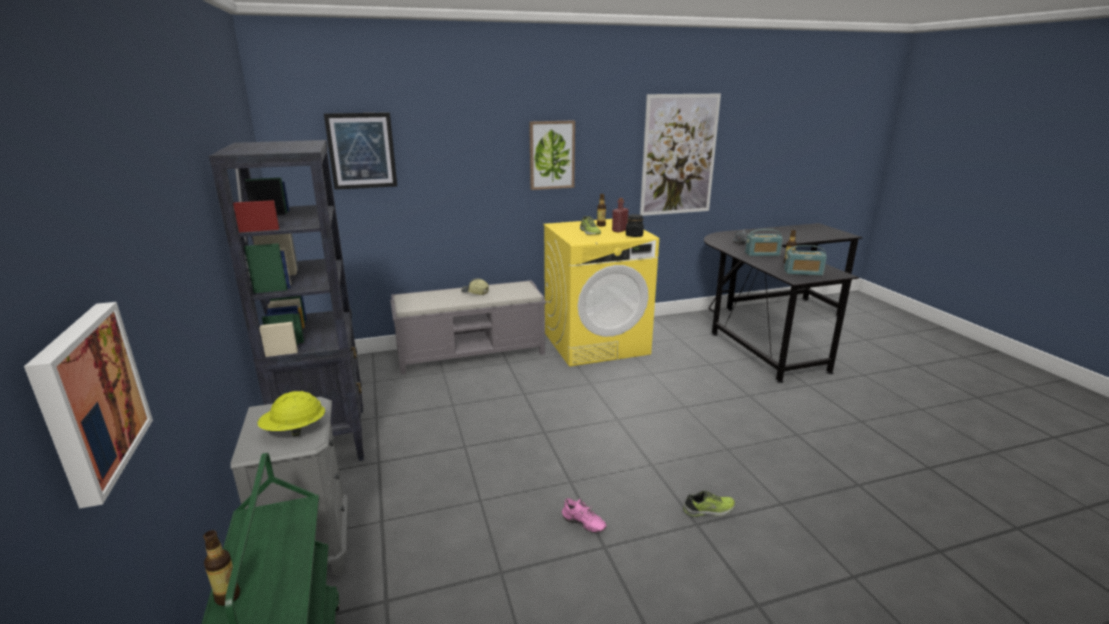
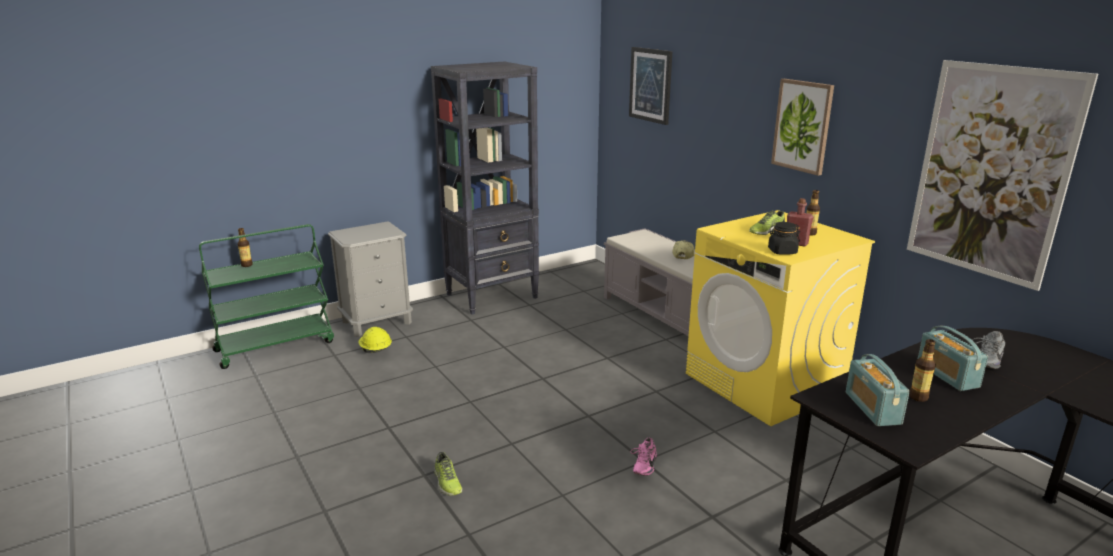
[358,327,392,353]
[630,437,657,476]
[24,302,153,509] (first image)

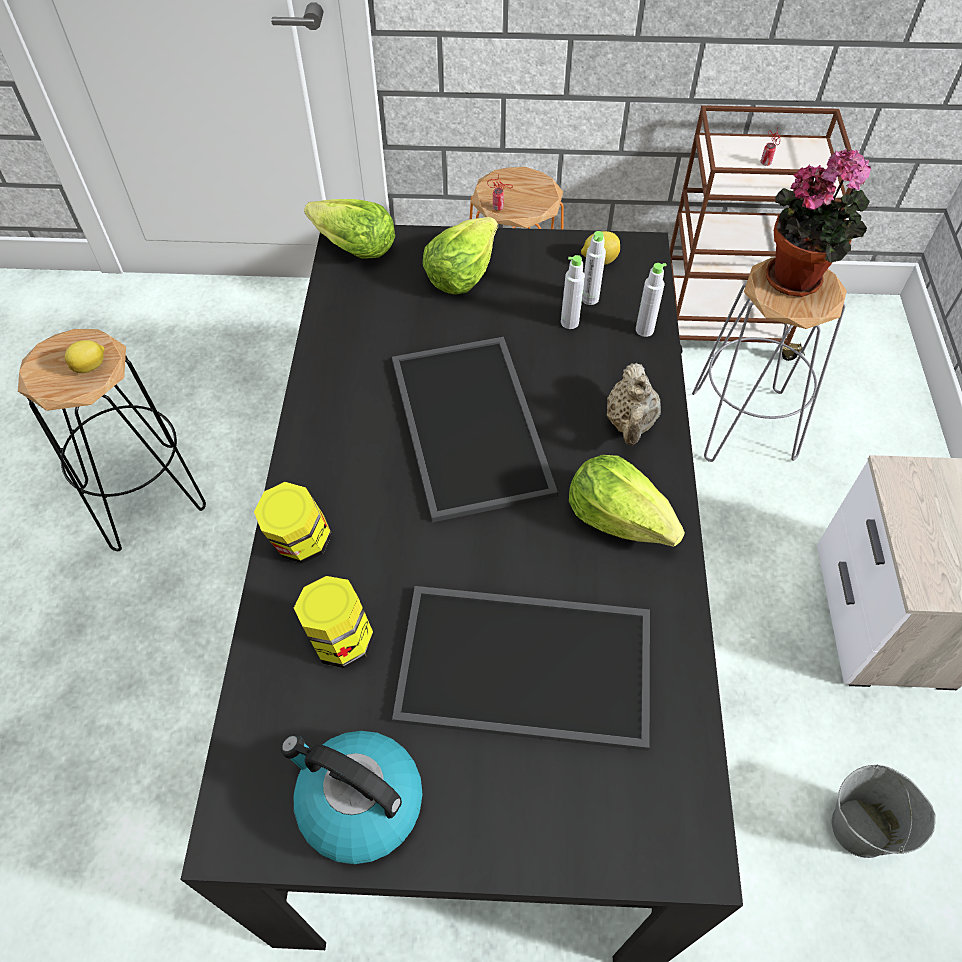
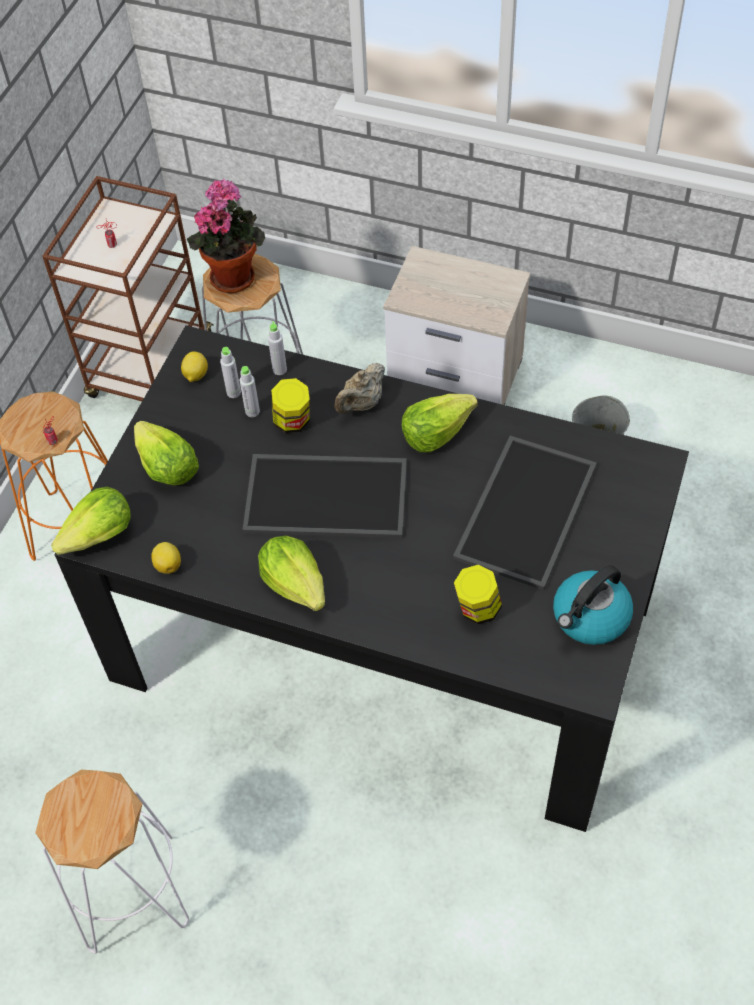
[35,770,189,954]
[151,542,181,574]
[258,535,325,611]
[271,378,310,433]
[335,363,385,414]

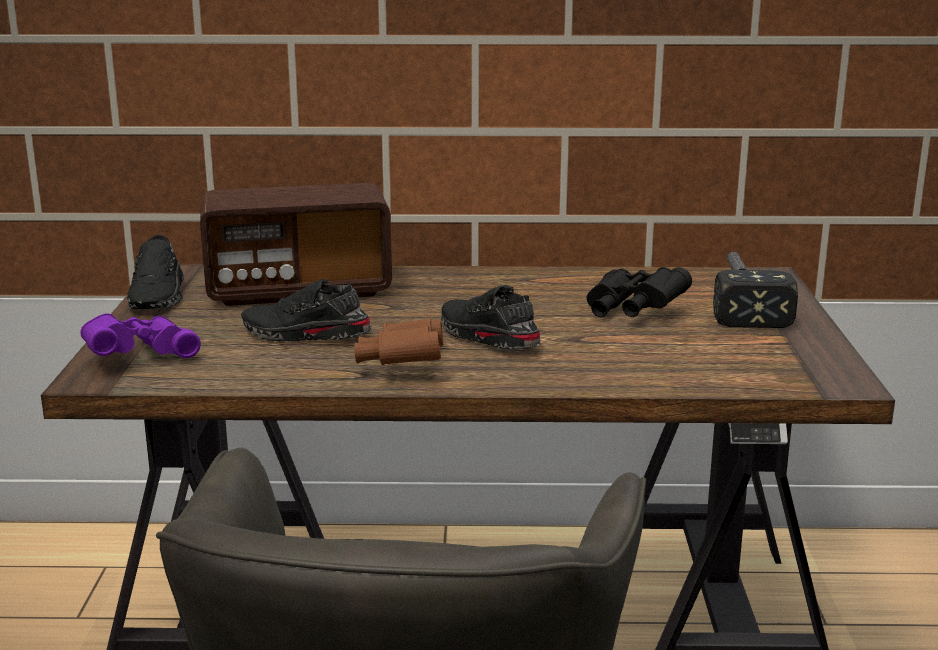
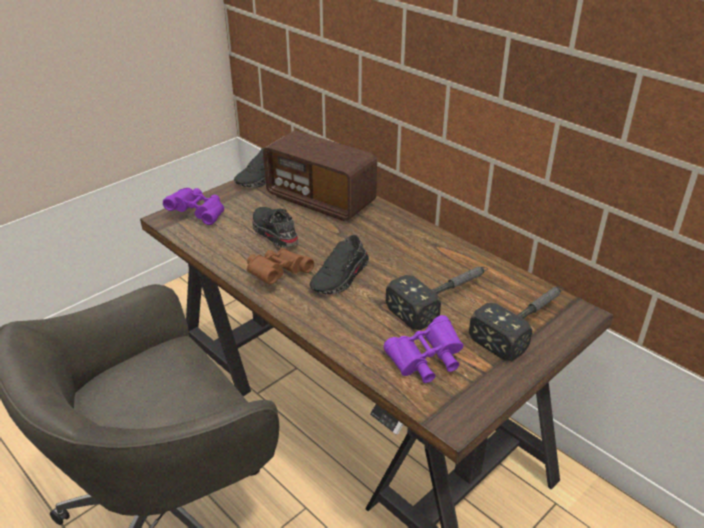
[310,235,369,294]
[383,315,463,383]
[386,267,488,330]

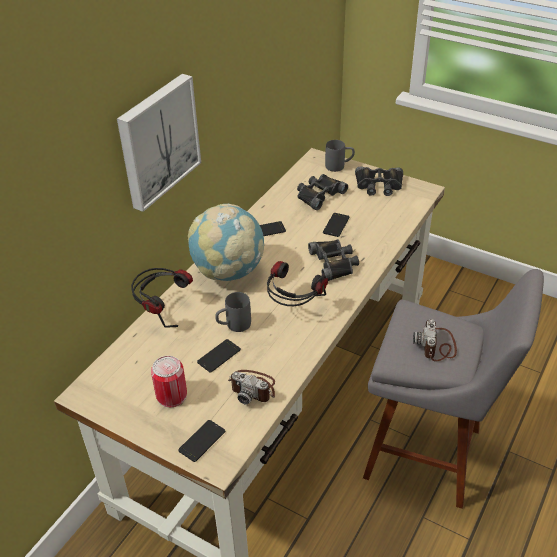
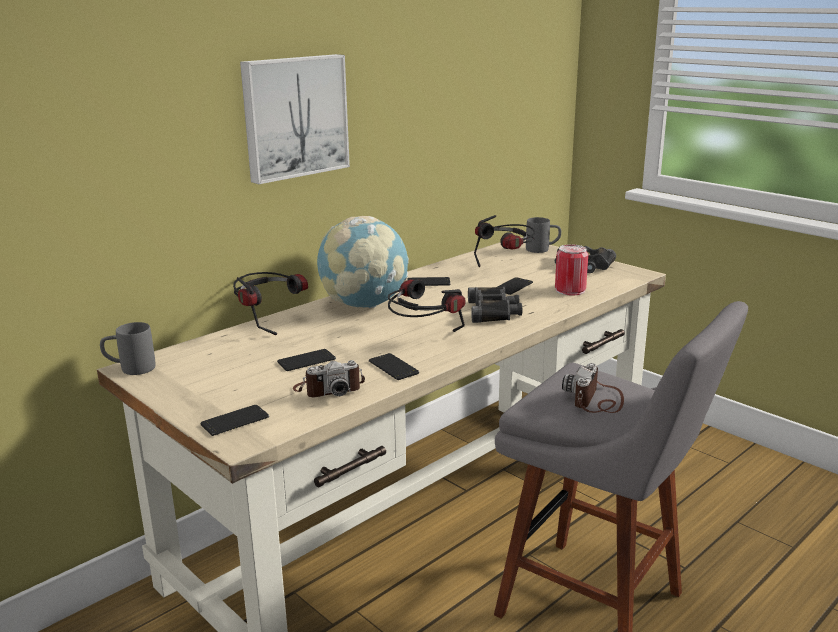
[100,322,156,375]
[293,360,365,397]
[369,353,419,380]
[474,215,535,267]
[555,244,588,295]

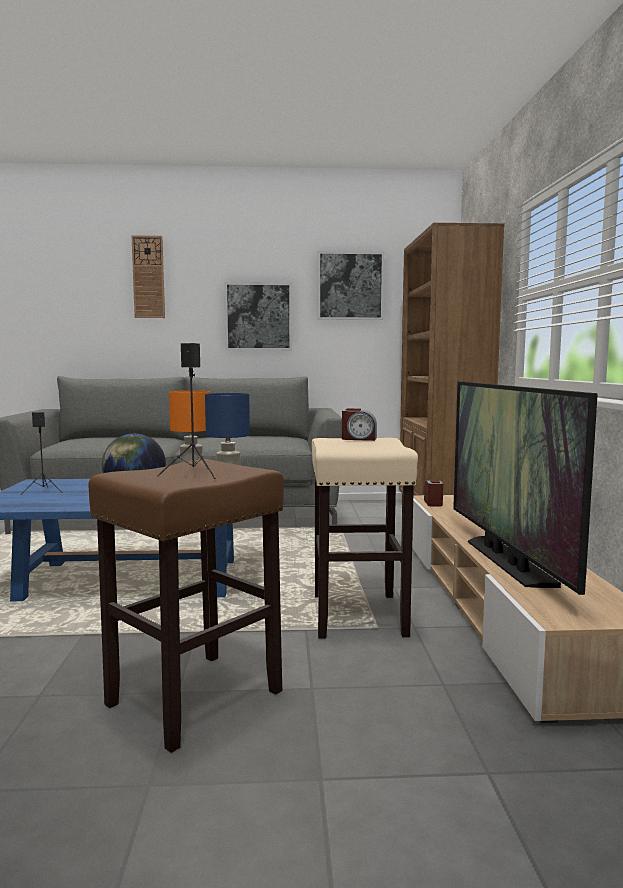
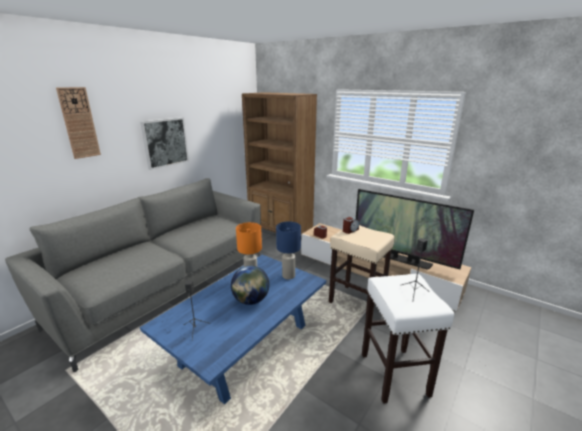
[362,274,454,404]
[317,251,385,320] (first image)

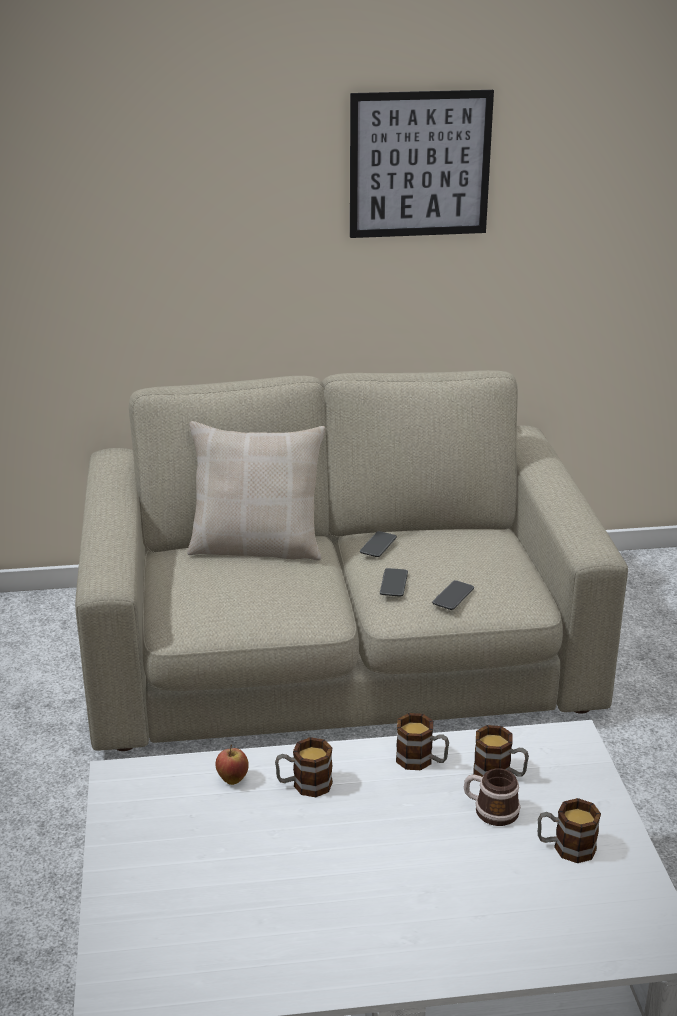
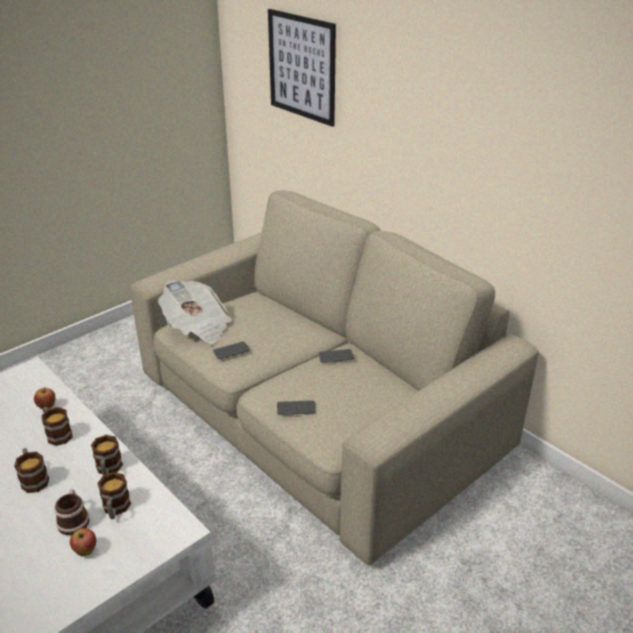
[14,448,49,493]
[70,528,96,556]
[158,280,232,344]
[213,342,250,359]
[268,9,336,127]
[187,421,326,561] (first image)

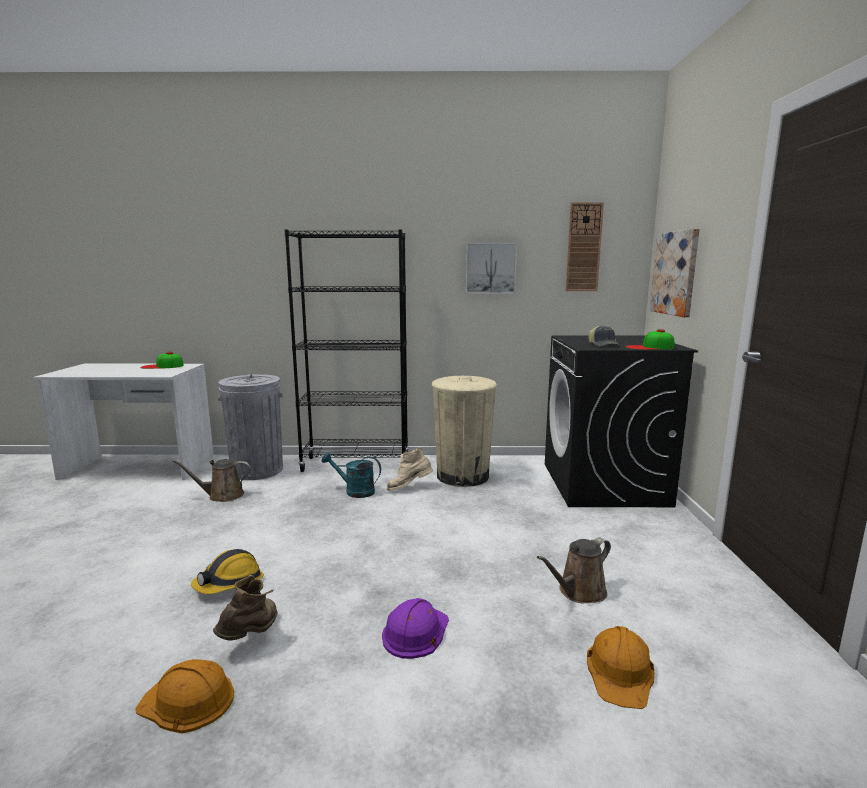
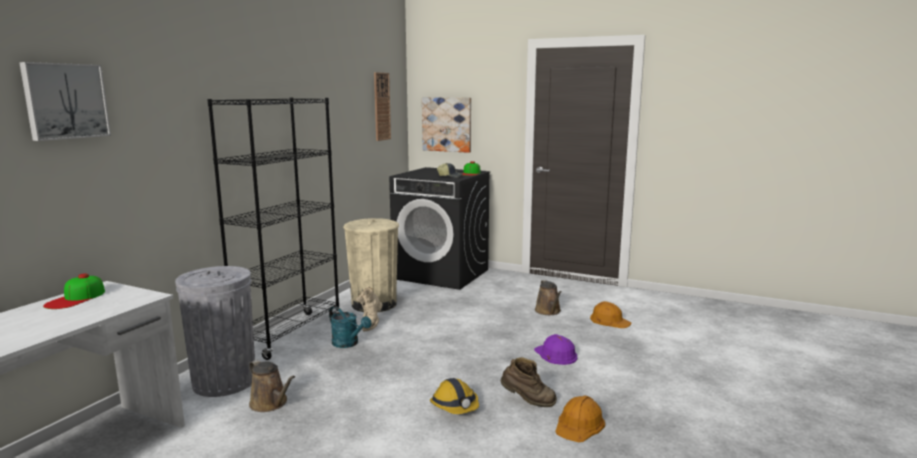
[19,62,111,141]
[249,359,295,412]
[329,306,371,348]
[501,357,557,407]

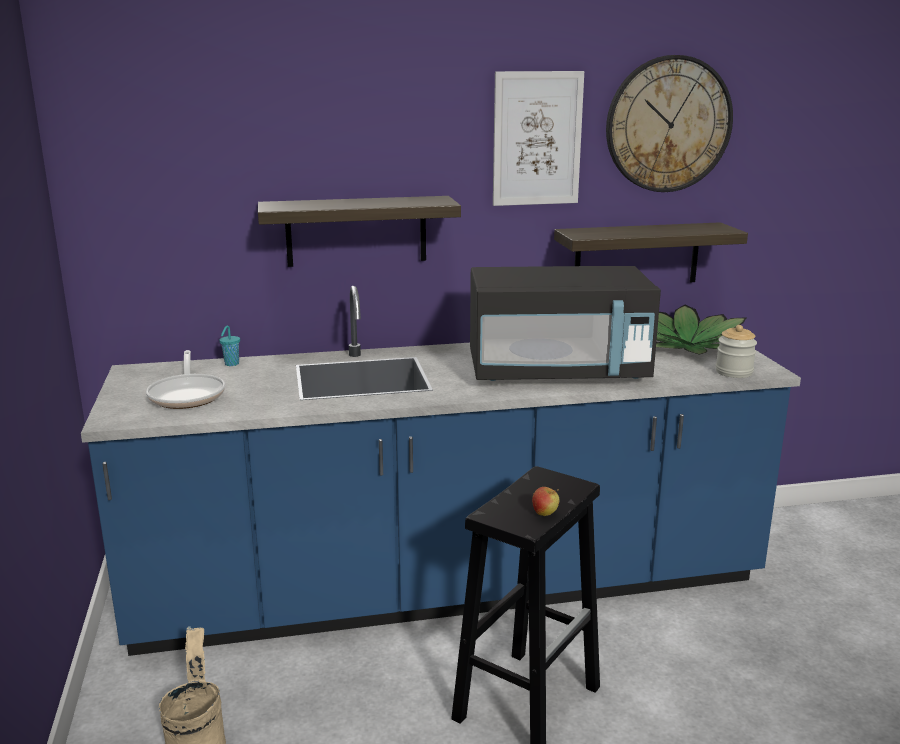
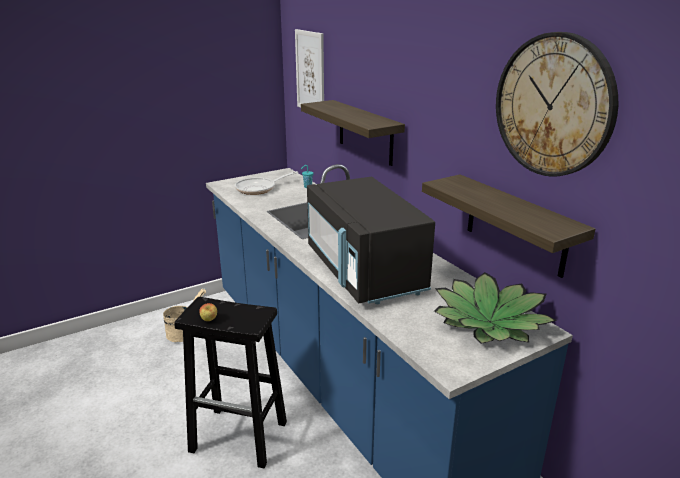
[295,29,324,108]
[716,325,757,378] (first image)

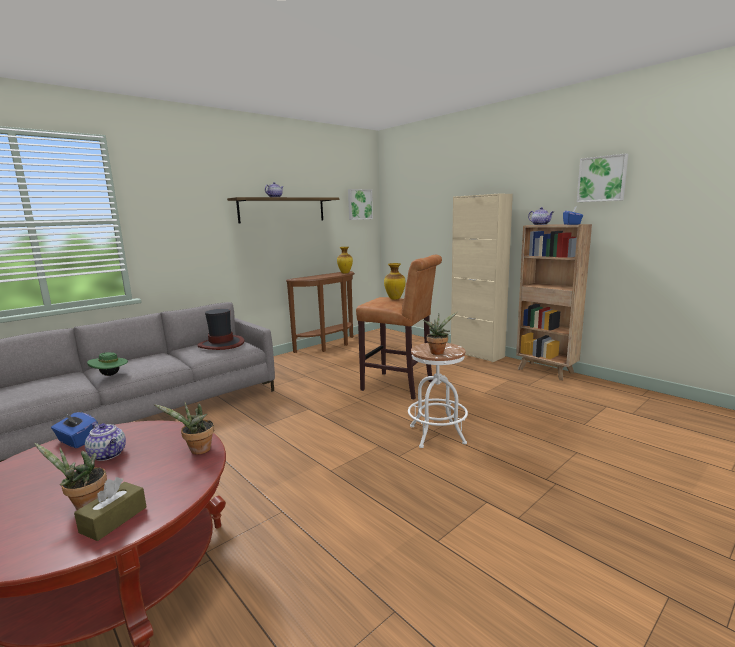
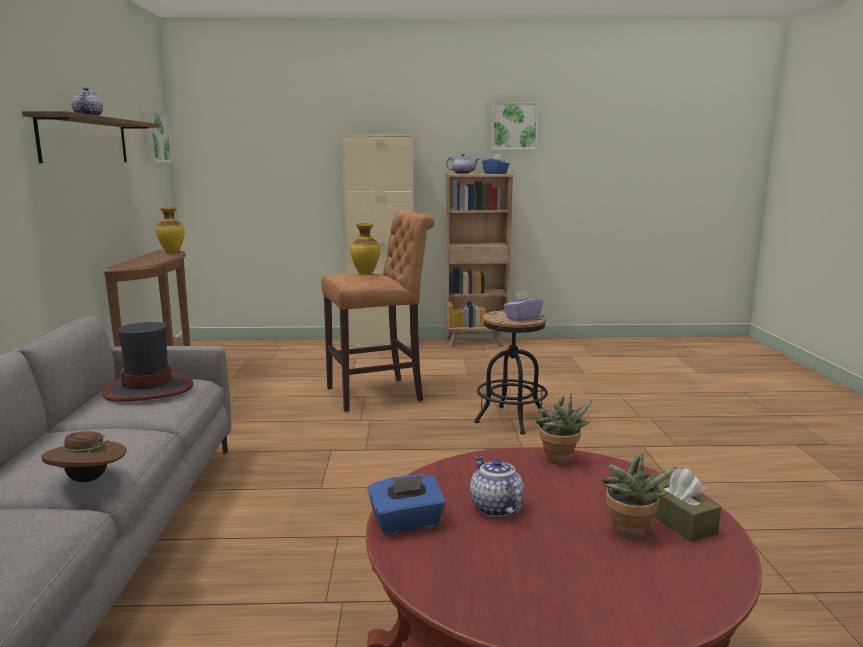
[41,431,127,482]
[470,455,524,517]
[474,310,548,435]
[504,290,543,321]

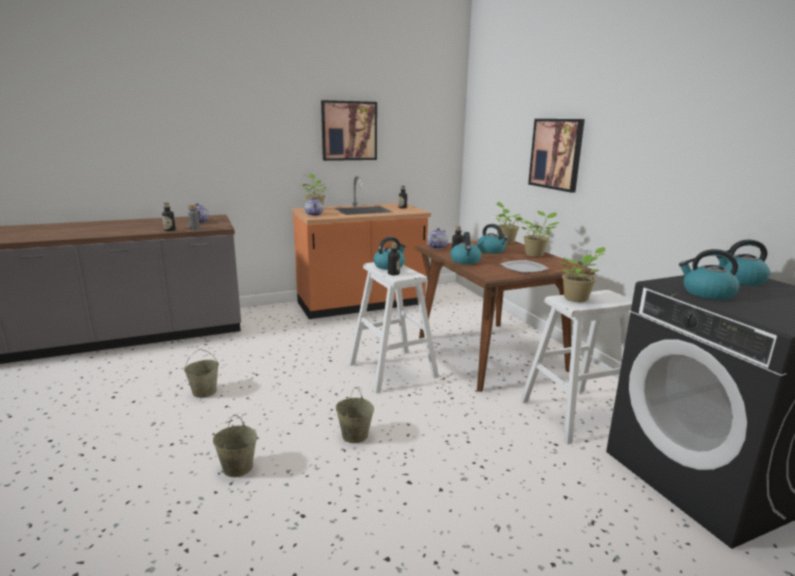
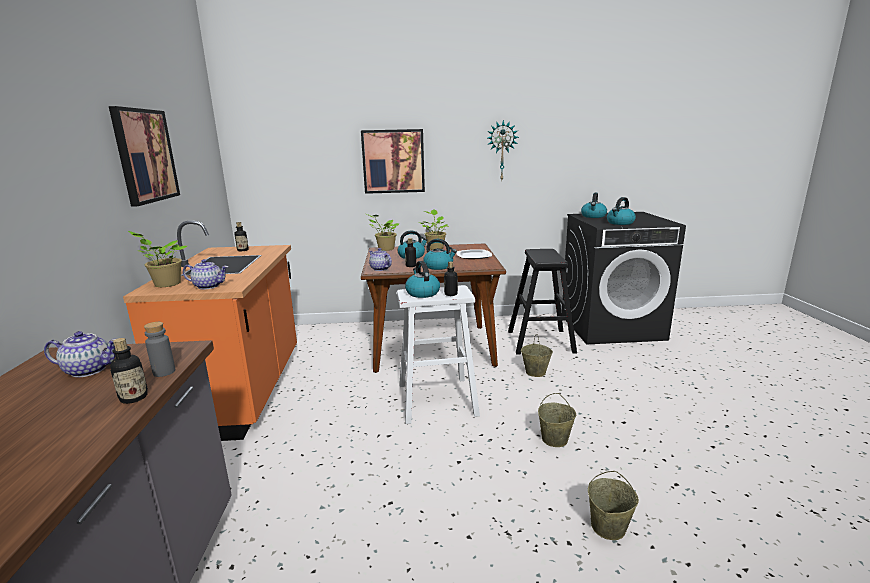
[488,120,519,180]
[508,249,577,355]
[521,334,553,377]
[558,247,606,302] (first image)

